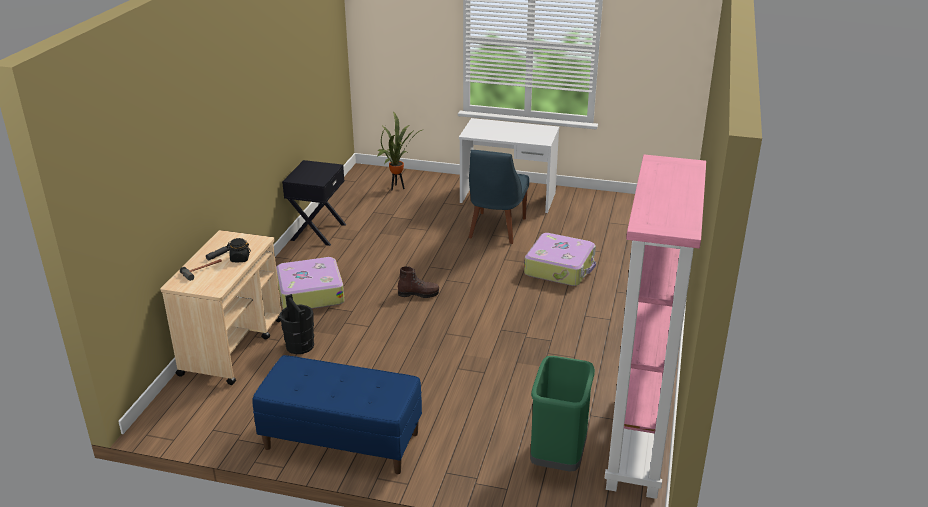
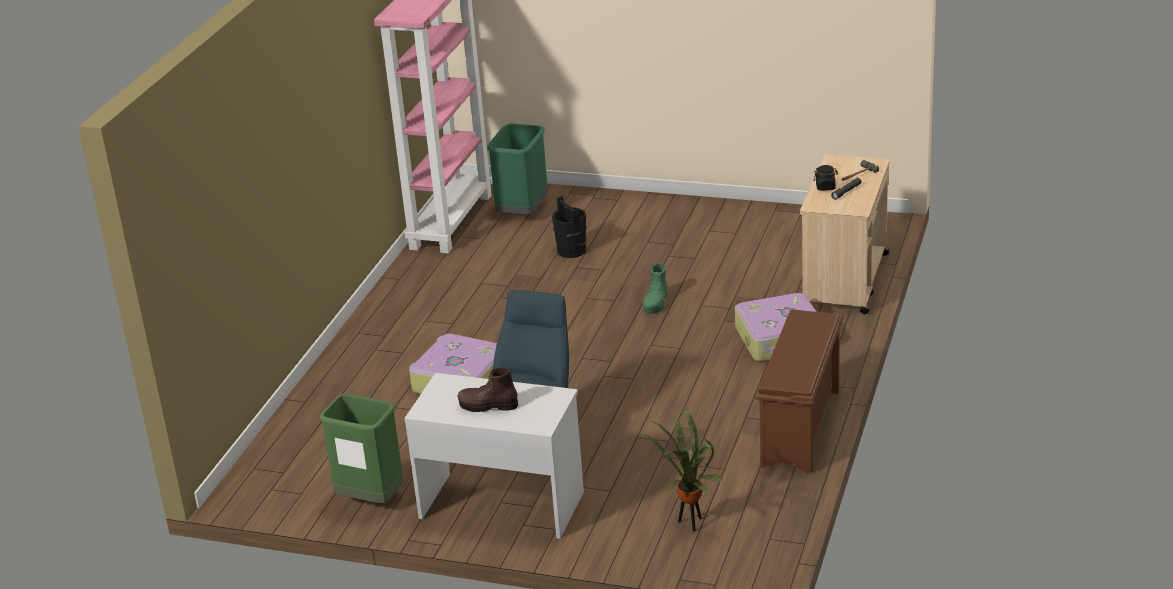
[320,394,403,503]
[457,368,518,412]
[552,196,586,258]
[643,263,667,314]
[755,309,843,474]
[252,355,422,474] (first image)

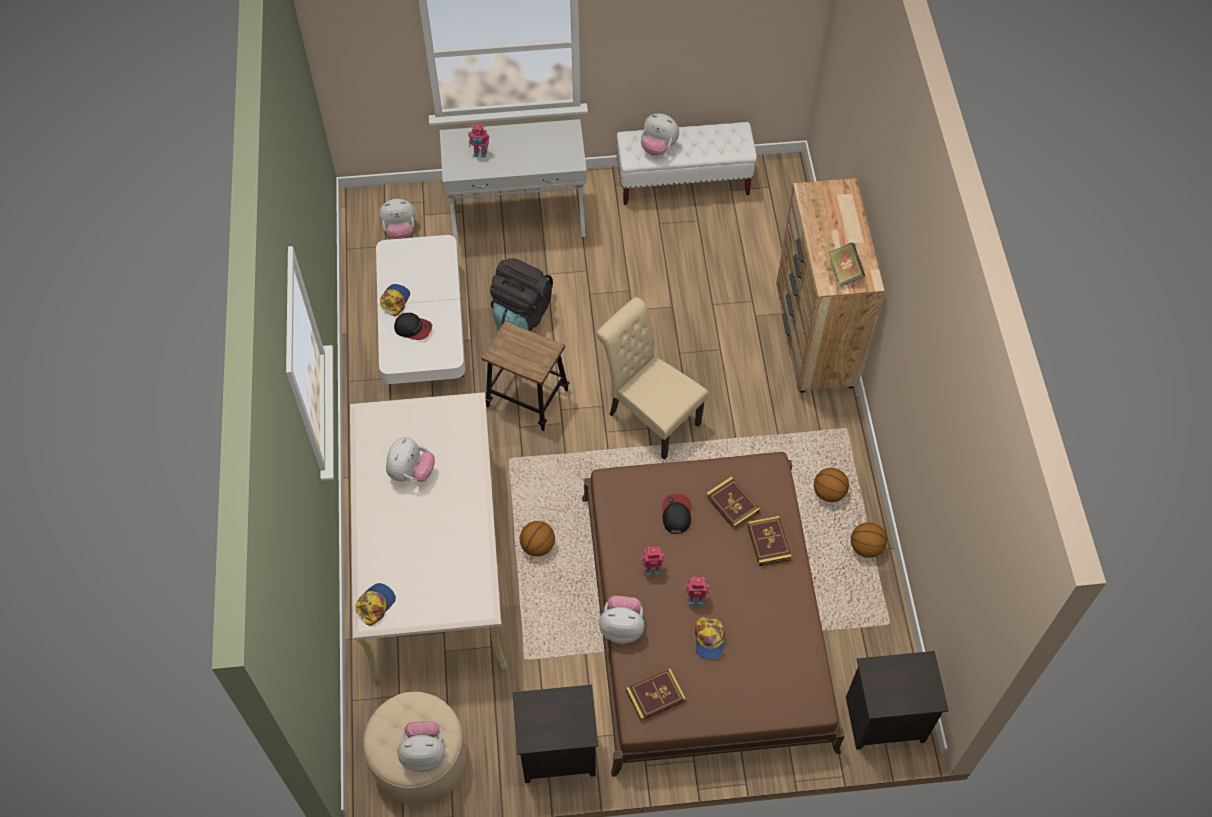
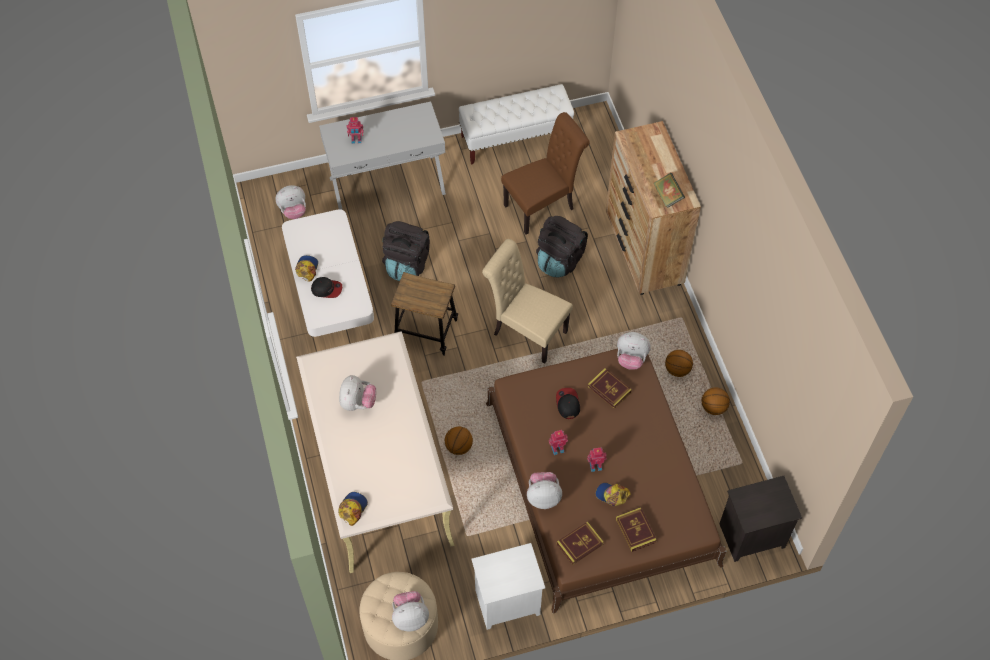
[471,543,545,630]
[501,112,590,234]
[536,216,588,277]
[596,483,631,506]
[616,507,657,552]
[617,332,651,370]

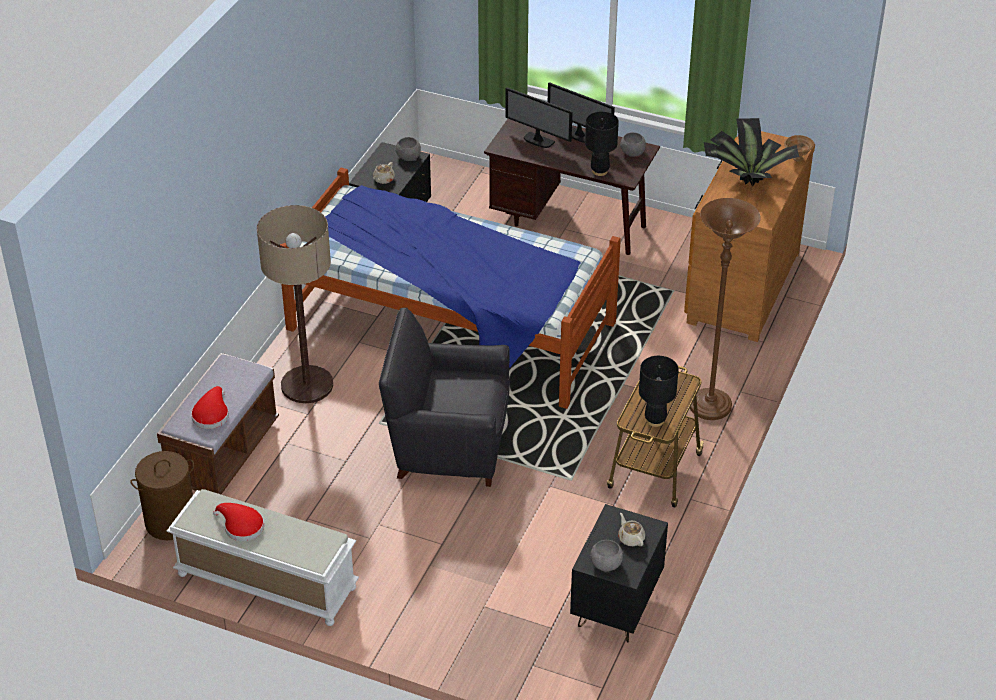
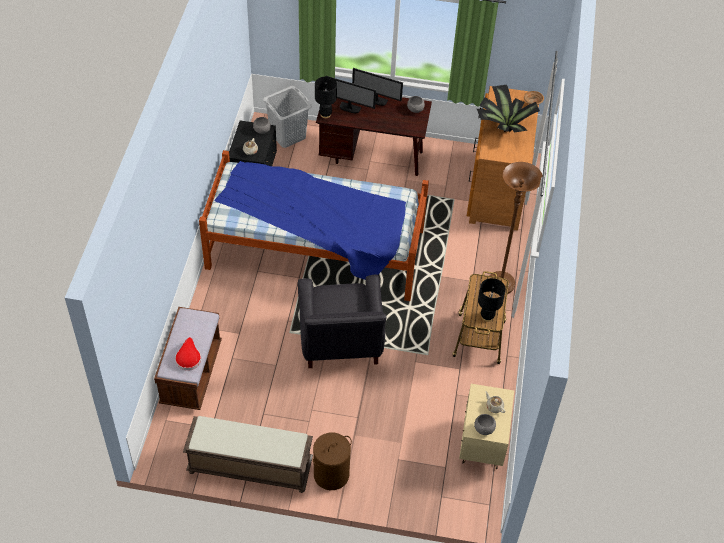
[183,416,313,493]
[262,86,312,148]
[298,275,386,368]
[313,432,352,490]
[315,76,337,118]
[459,384,514,469]
[213,503,264,541] (first image)
[257,205,333,403] (first image)

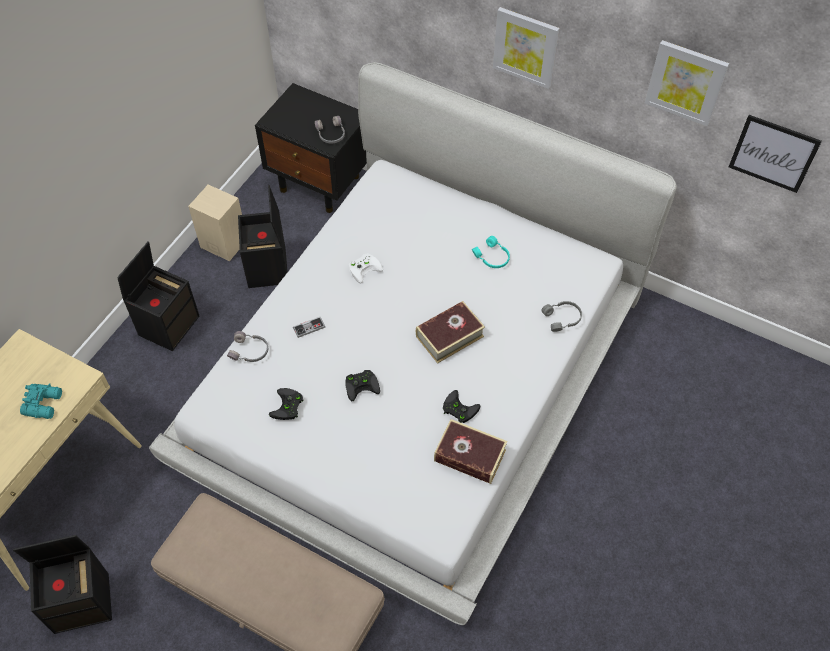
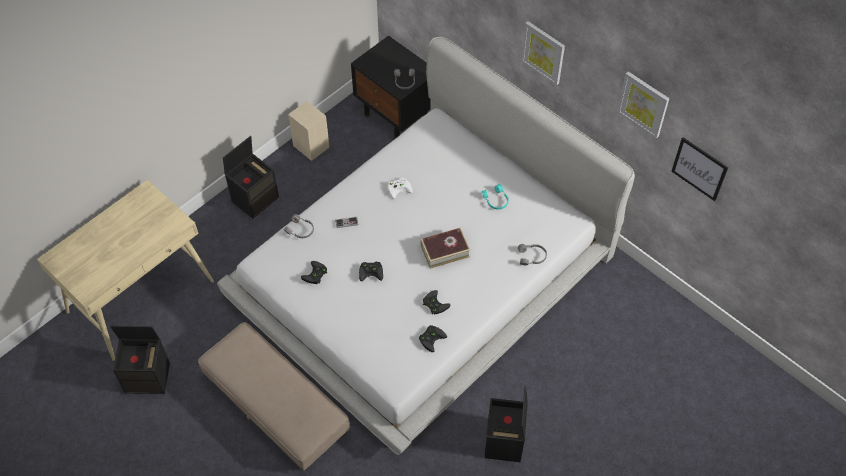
[419,325,447,352]
[484,386,528,462]
[20,383,62,419] (first image)

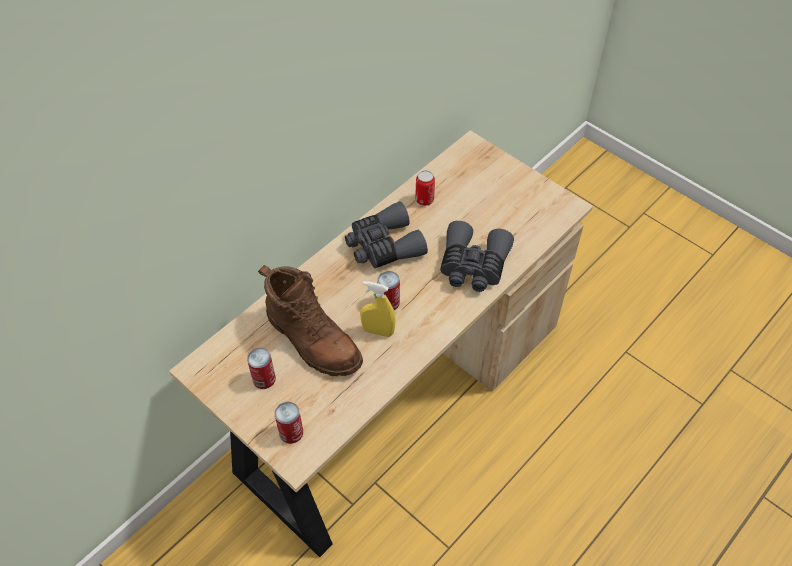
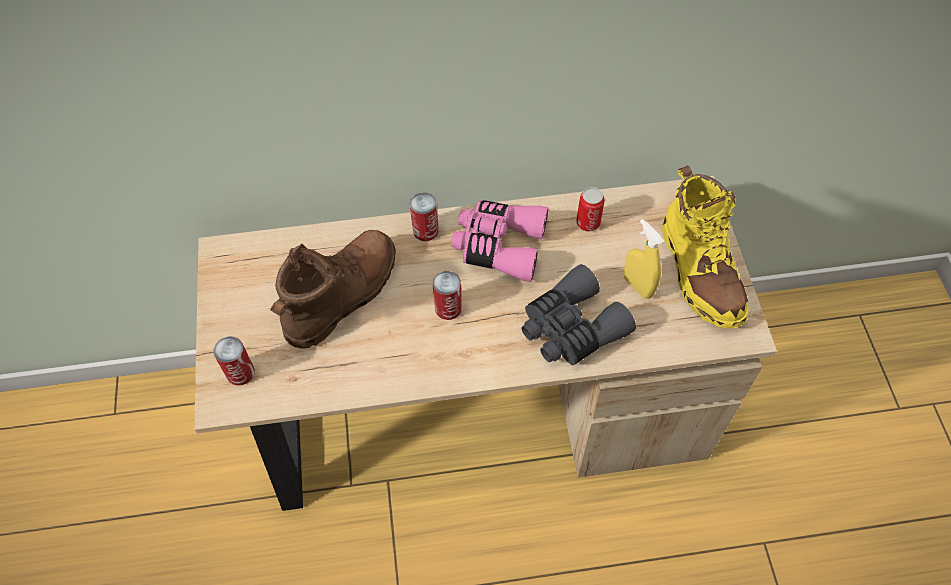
[270,230,396,349]
[410,192,439,241]
[451,200,548,282]
[624,219,664,299]
[662,165,749,328]

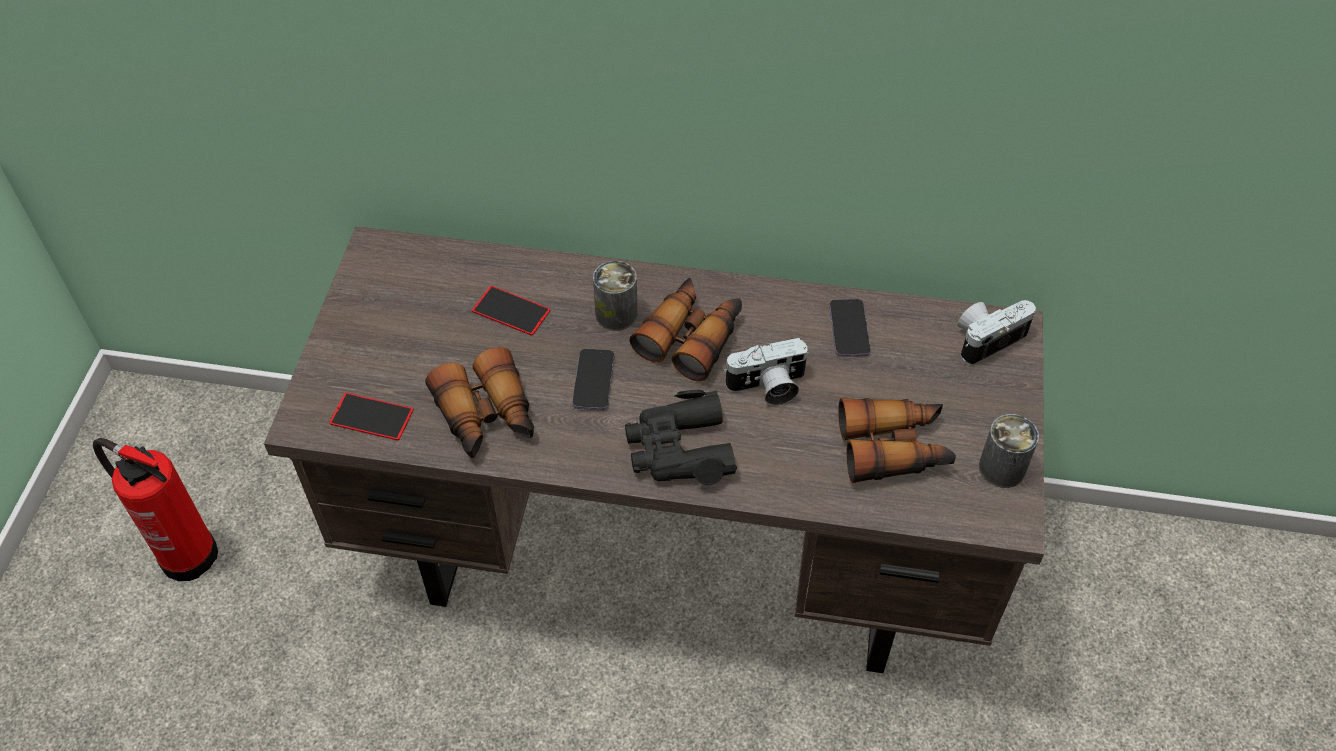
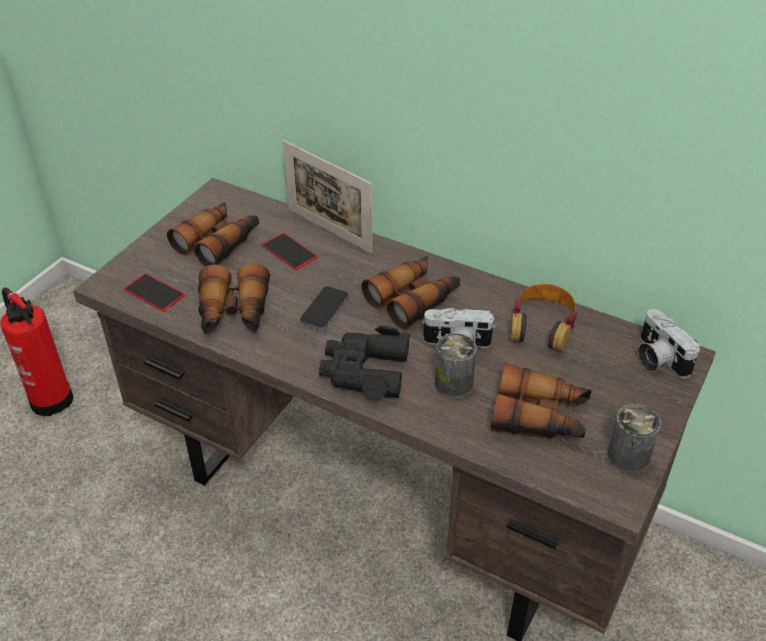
[167,202,259,266]
[282,140,373,254]
[435,333,477,398]
[510,284,577,351]
[638,309,700,378]

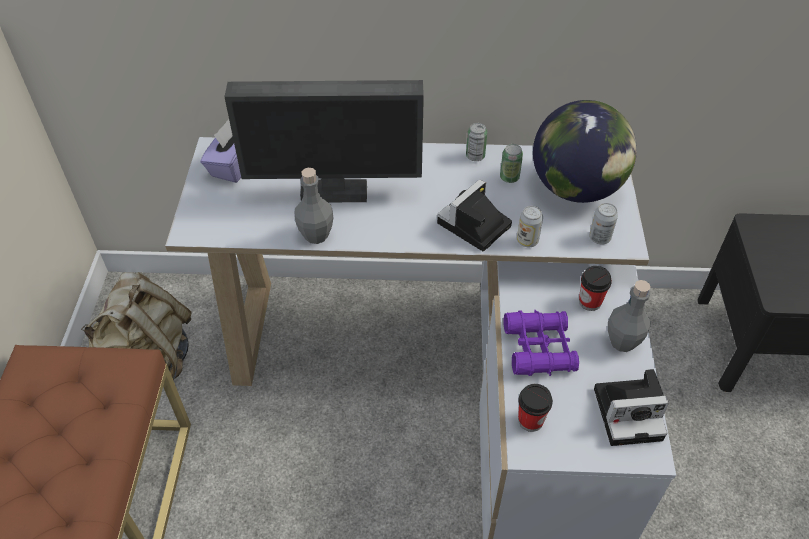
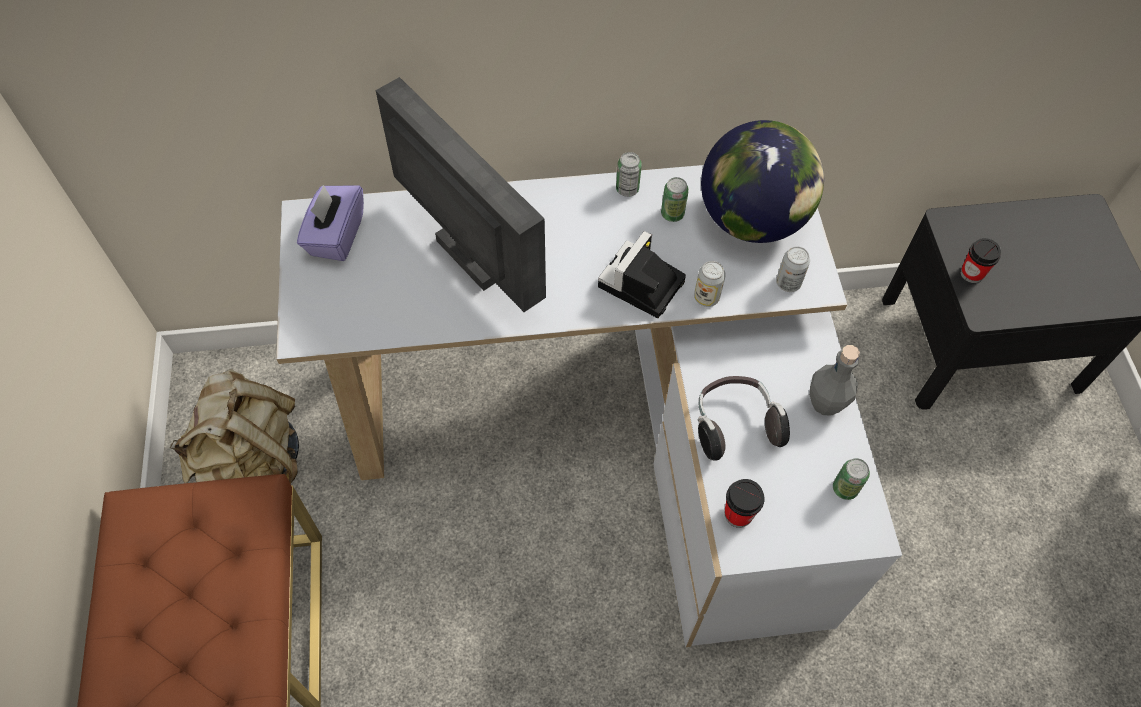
[376,77,546,312]
[698,376,790,460]
[833,458,870,500]
[961,238,1001,283]
[295,168,333,244] (first image)

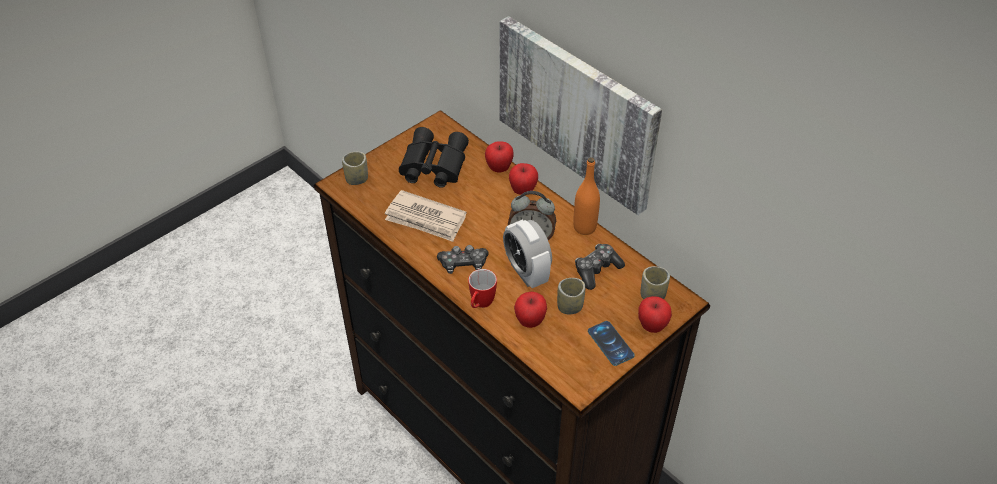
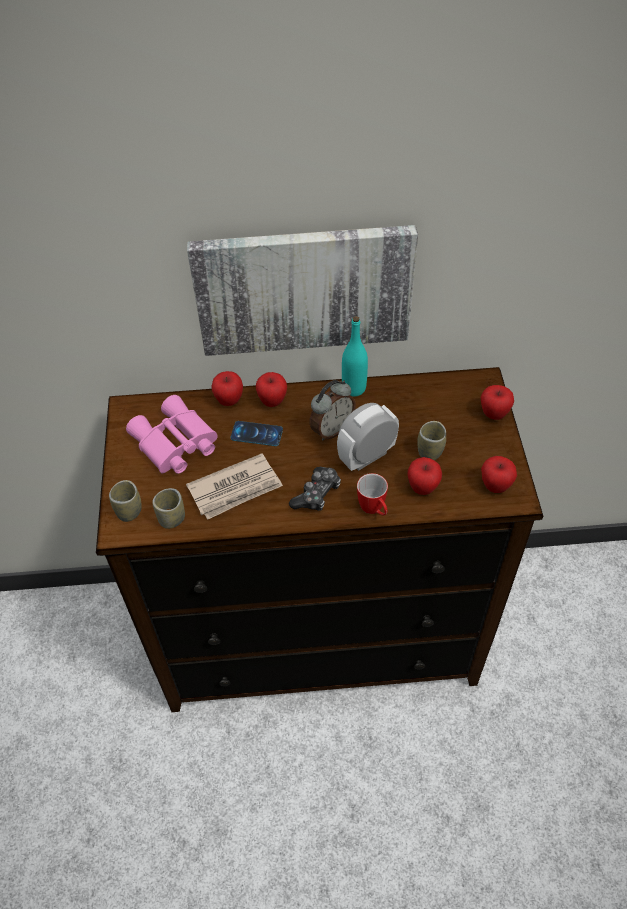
[126,395,218,474]
[152,488,185,529]
[230,421,283,446]
[337,403,399,471]
[342,316,368,396]
[481,456,517,493]
[575,244,625,290] (first image)

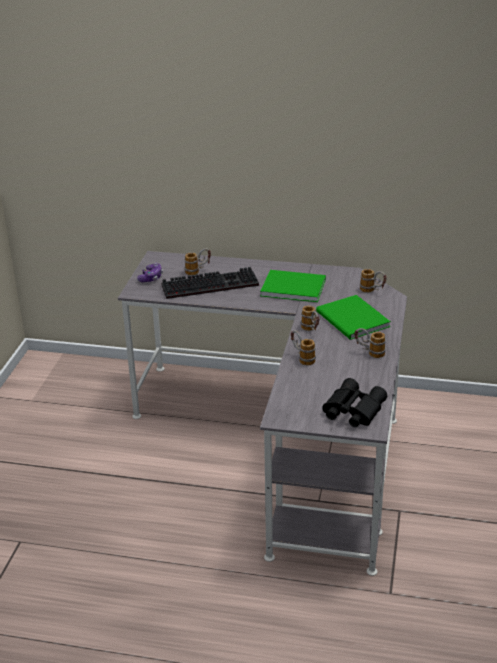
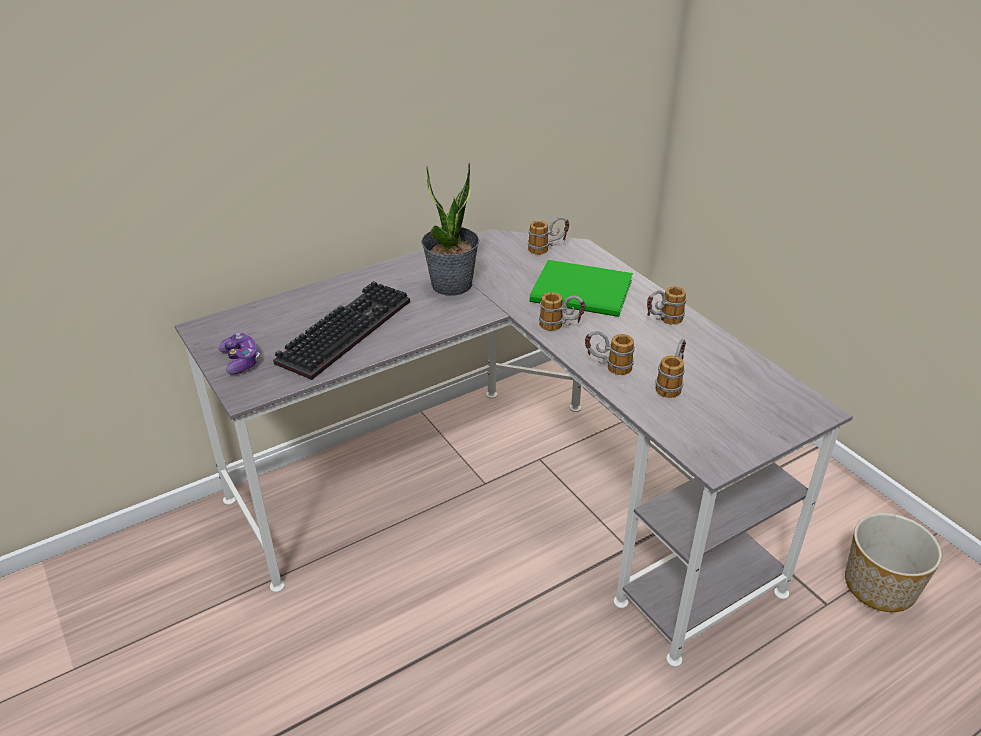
[421,163,479,296]
[656,339,686,398]
[845,513,942,612]
[323,378,387,427] (first image)

